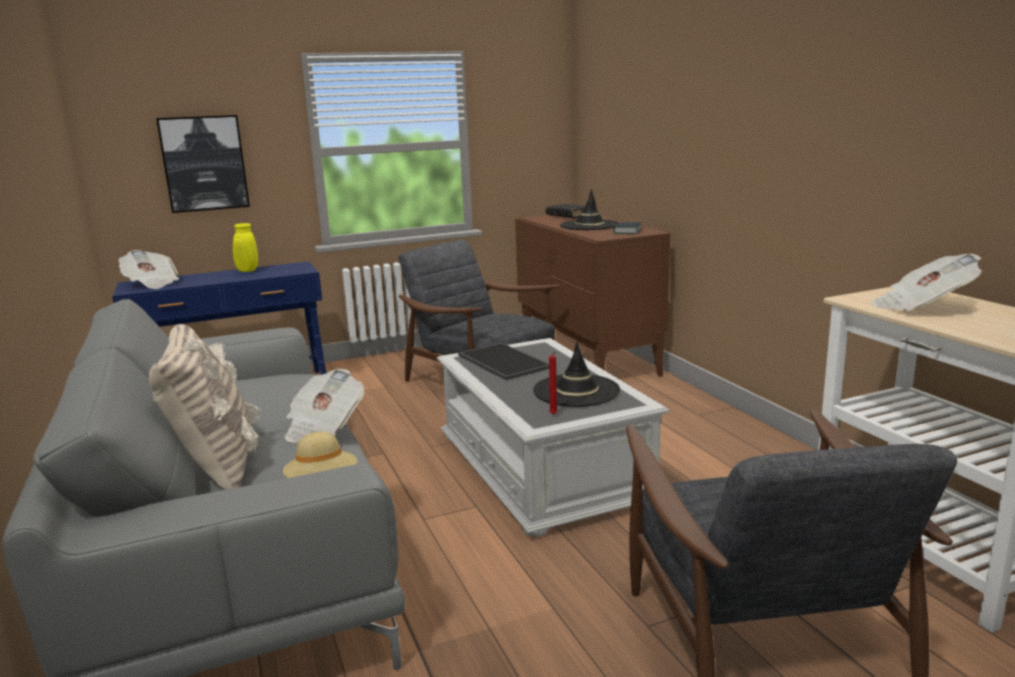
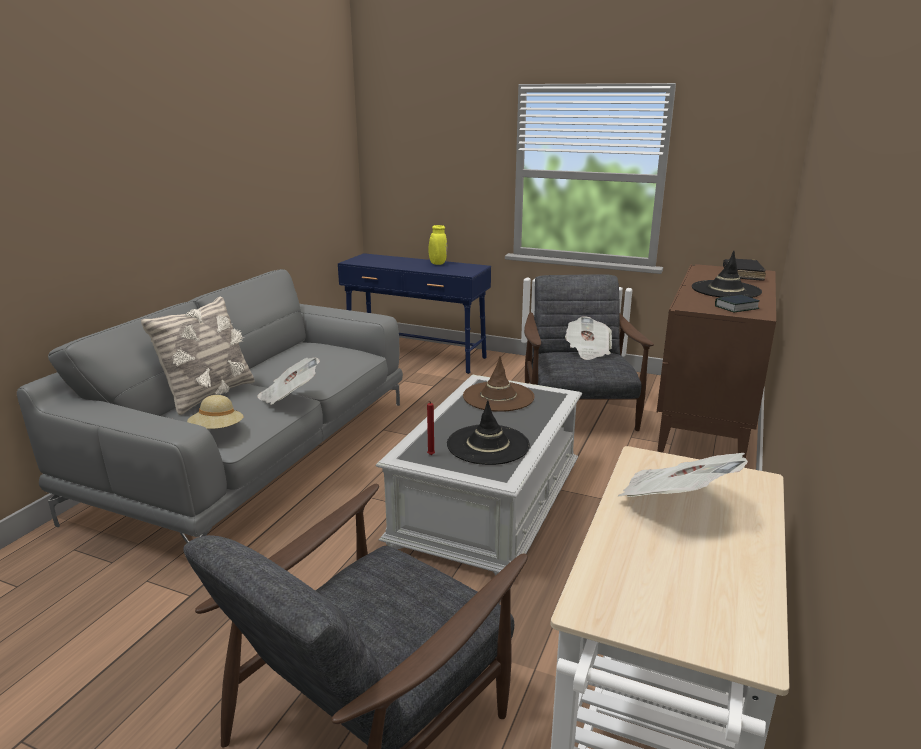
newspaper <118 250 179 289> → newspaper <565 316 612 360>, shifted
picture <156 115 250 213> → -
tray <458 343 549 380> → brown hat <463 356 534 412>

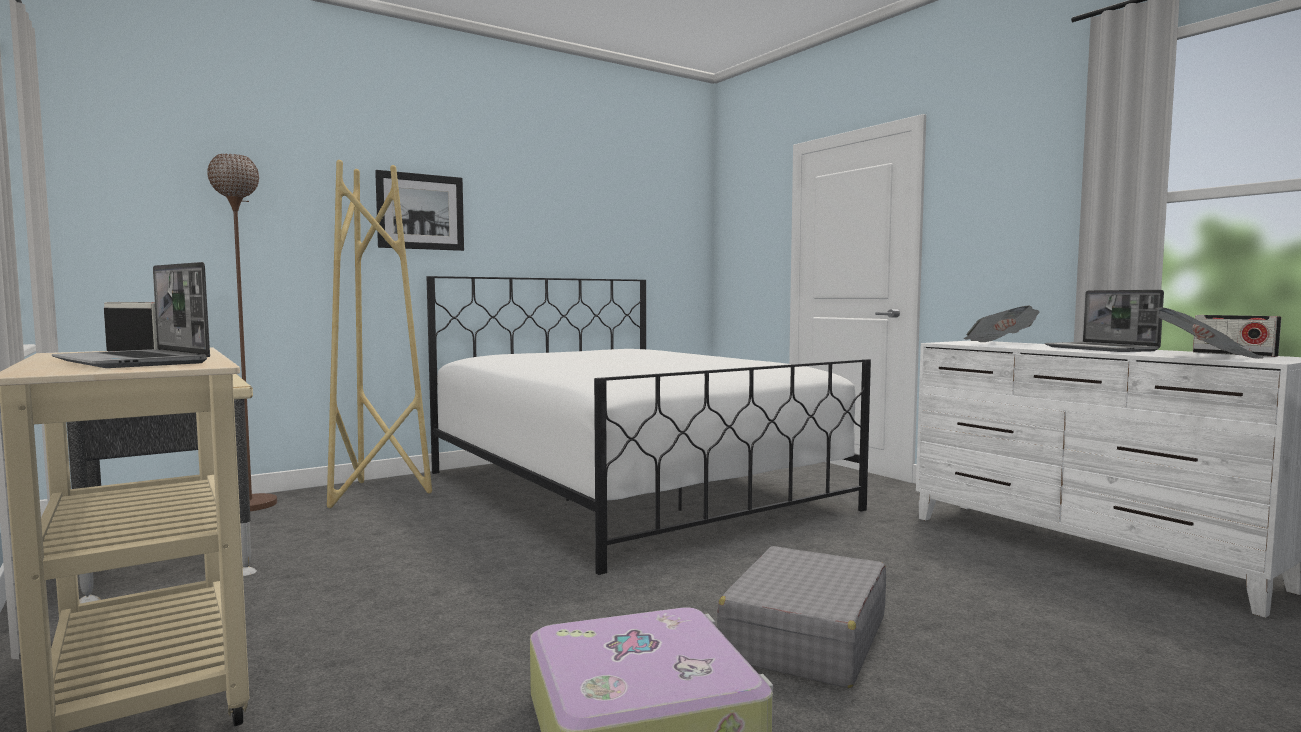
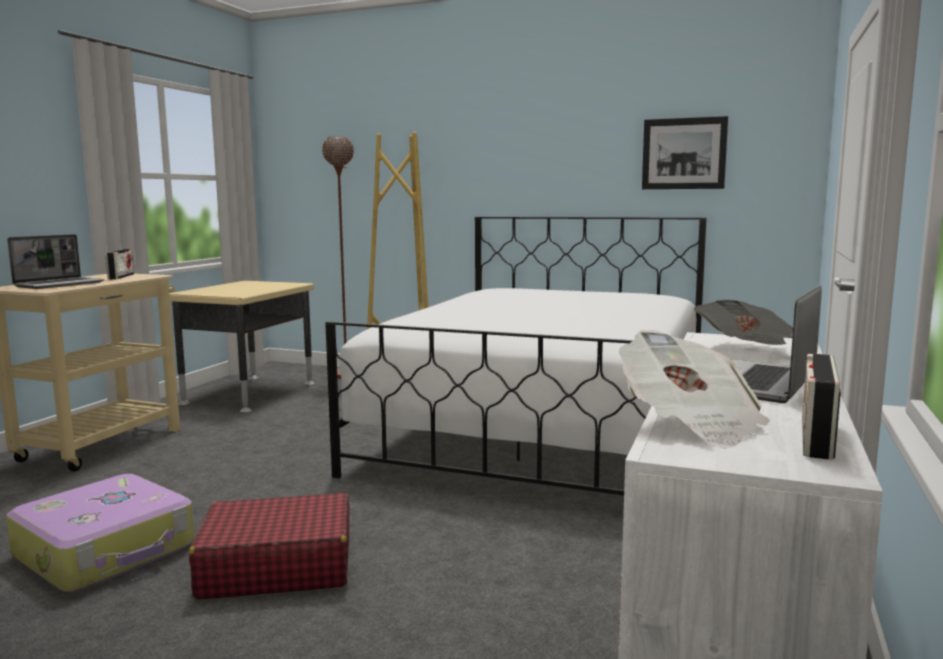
laptop <52 262 210 368> → laptop <7 234 104 289>, 150 degrees counterclockwise
picture <375 170 464 251> → picture <642 116 728 189>, shifted
grey suitcase <717 546 886 688> → red suitcase <189 493 349 599>

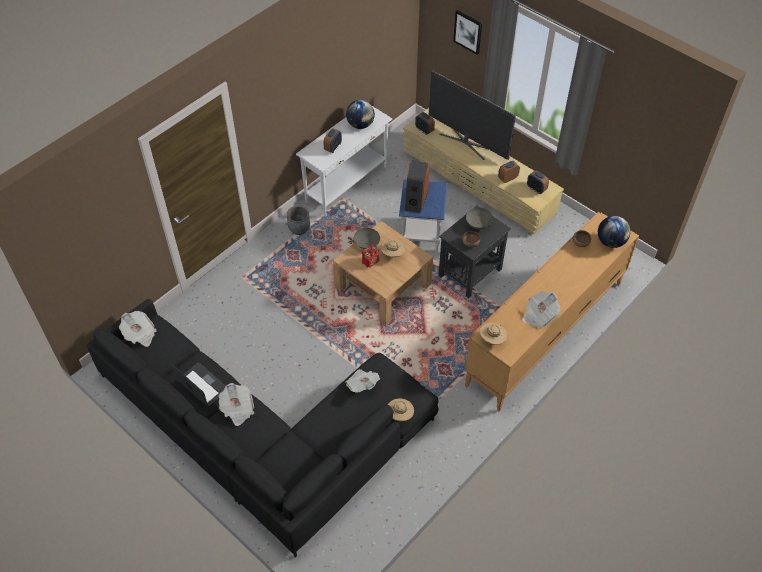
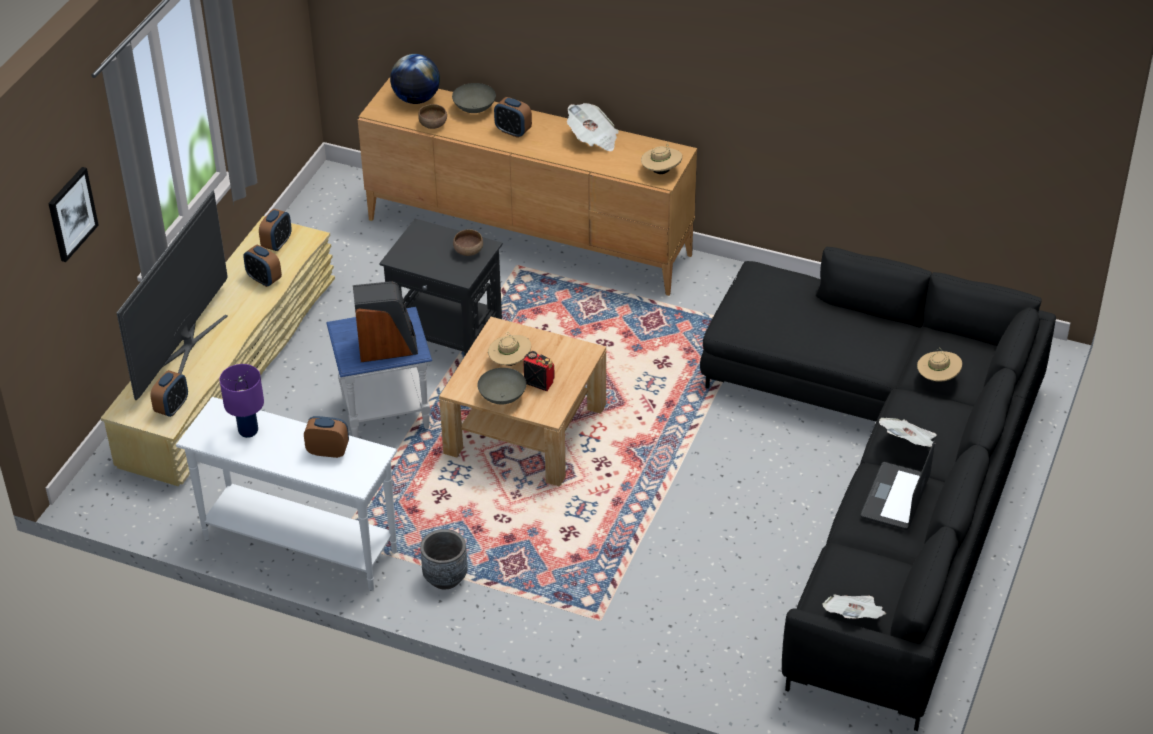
newspaper <345 369 380 393> → -
globe <346 100 375 129> → purple table lamp <219 364 264 438>
beige hat <388 398 414 421> → beige hat <917 347 962 382>, shifted
grey bowl <466 208 493 229> → grey bowl <452 83 496 113>, shifted
- → alarm clock <494 97 532 138>

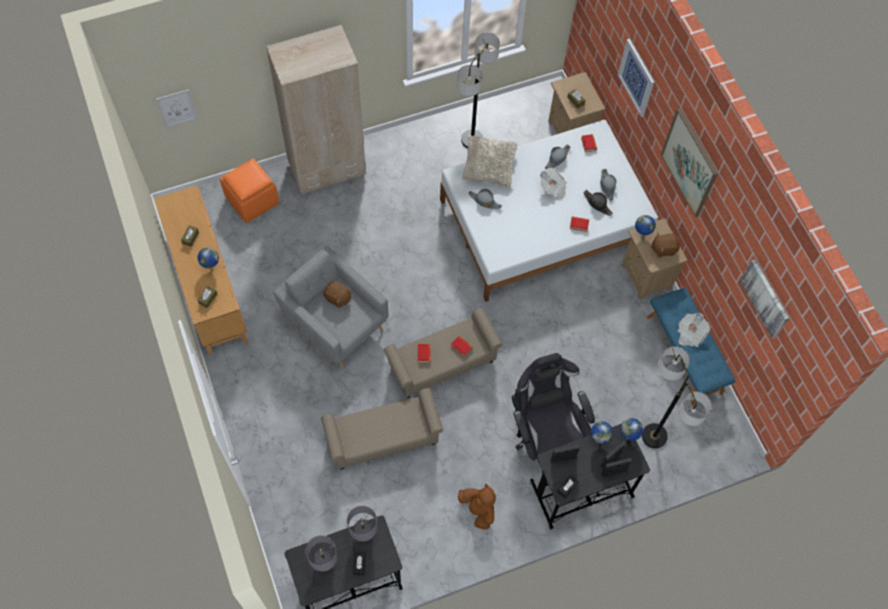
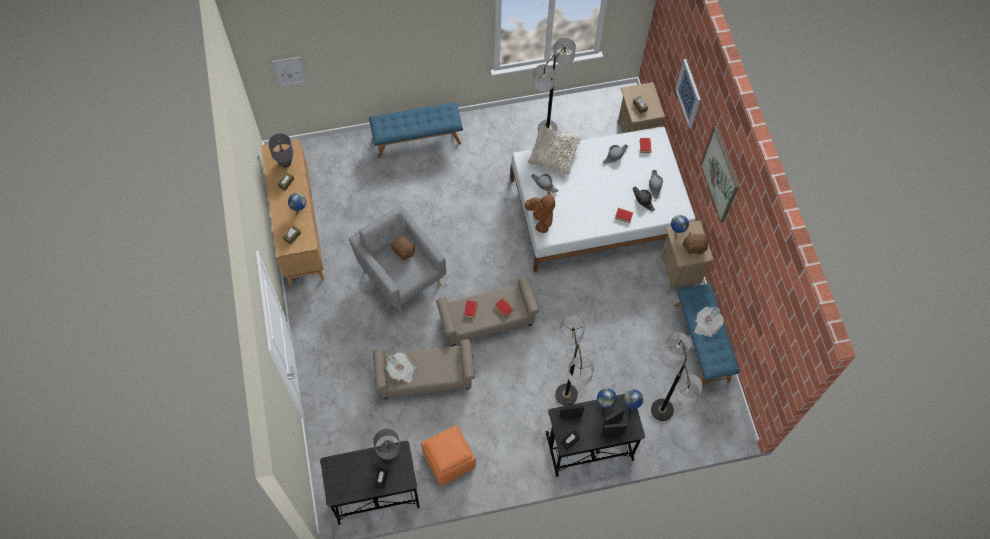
orange ottoman <220 159 279 223> → orange ottoman <421 425 476 486>, shifted
beige wardrobe <266 25 366 195> → blue bench <369 102 463 158>
grey table lamp <306 535 338 572> → grey table lamp <268 133 294 167>, shifted
brown plush toy <458 484 496 530> → brown plush toy <525 191 555 233>, shifted
black office chair <512 353 595 461> → floor lamp <555 316 594 406>
newspaper <540 168 567 198> → newspaper <386 353 415 383>, shifted
picture <740 260 789 338> → -

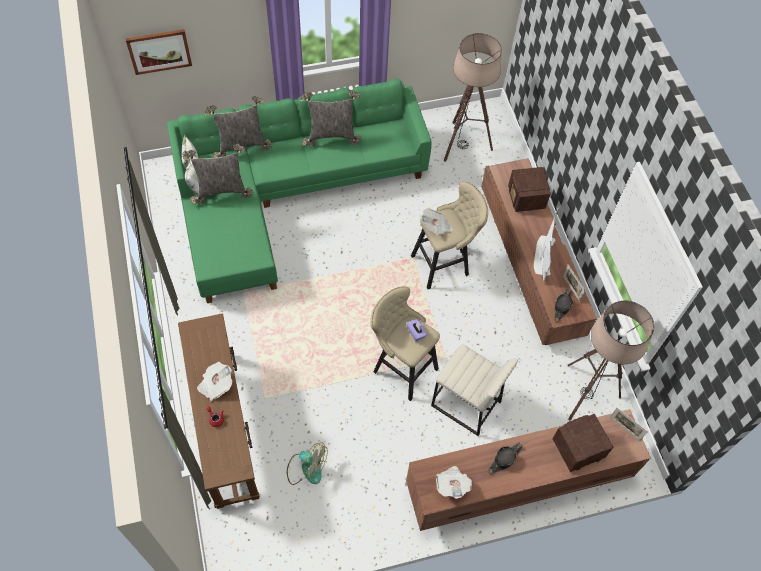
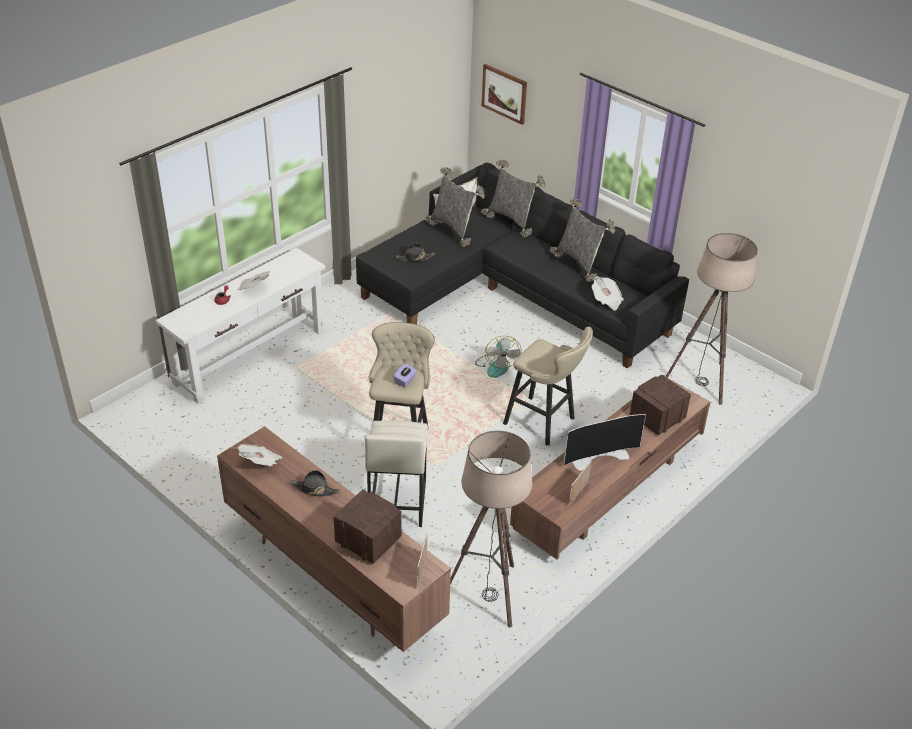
green sofa <167 79 432 303> → black sofa <356 162 689 368>
brown console table <178 313 260 509> → white console table <155 248 325 404>
fan <287 443 328 485> → fan <475 336 521 378>, shifted
newspaper <421 208 453 235> → newspaper <591 276 624 310>, shifted
black hat <555 289 573 322> → black hat <396 243 435 261>, shifted

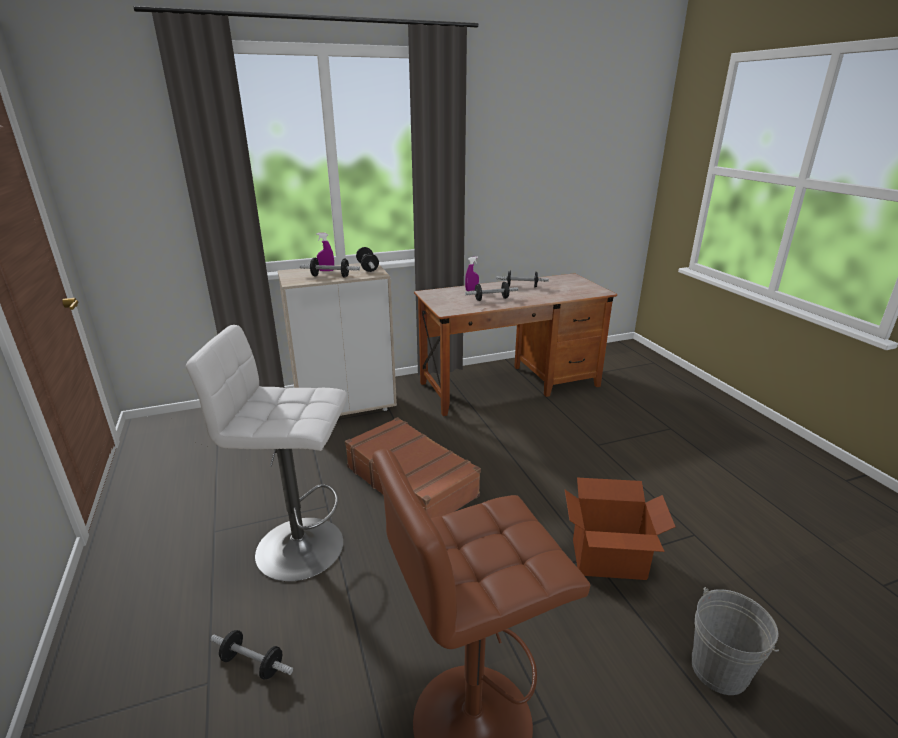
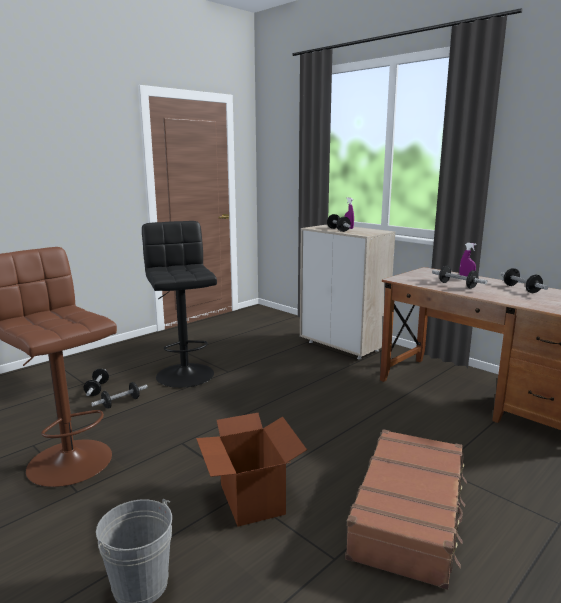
white stool <186 325 347 581> → black stool <142 221 217 388>
brown suitcase <345 417 481 518> → brown suitcase <345 429 467 590>, shifted
dumbbell <356 247 379 272> → dumbbell <91 382 148 409>, shifted

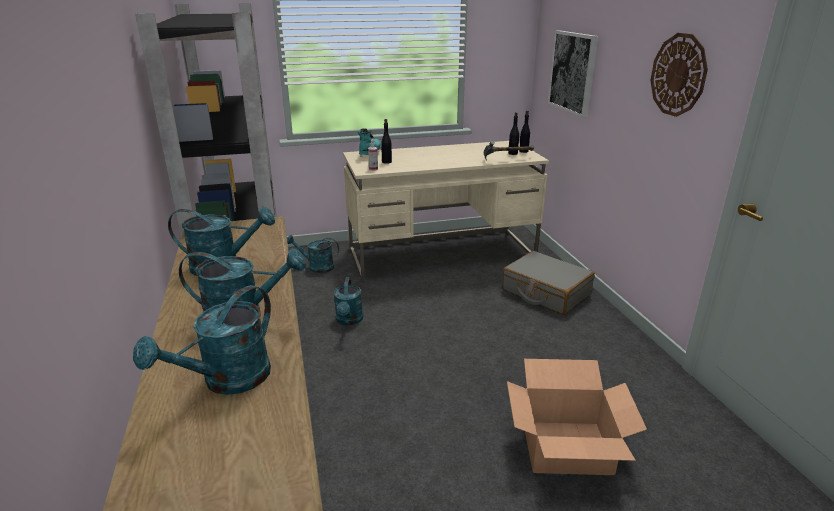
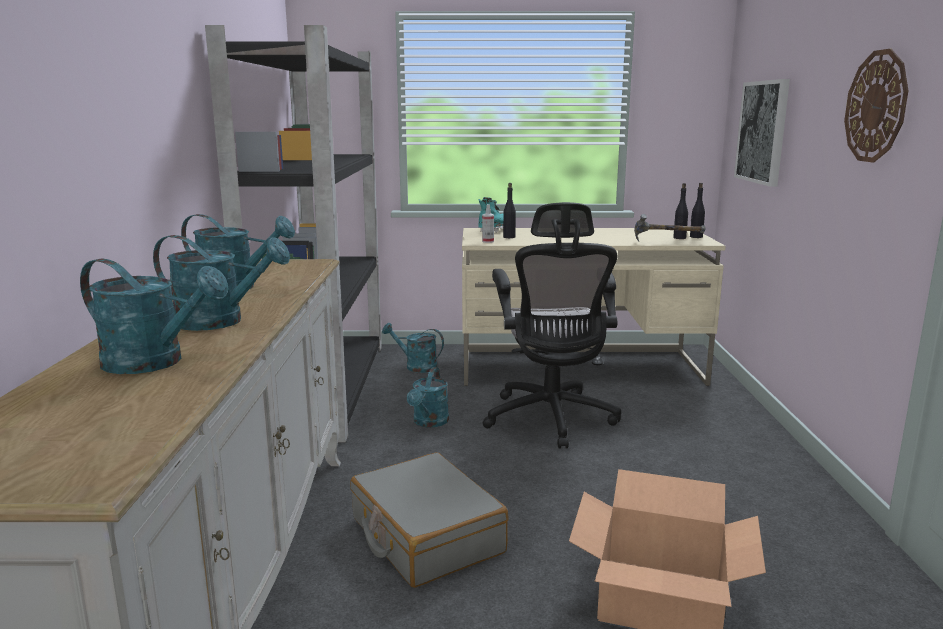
turquoise watering can <133 285 271 395> → turquoise watering can <80 258 229 374>, 120 degrees counterclockwise
grey suitcase <502 251 595 315> → grey suitcase <350 452 509 588>, shifted
- → office chair <482 202 621 449>

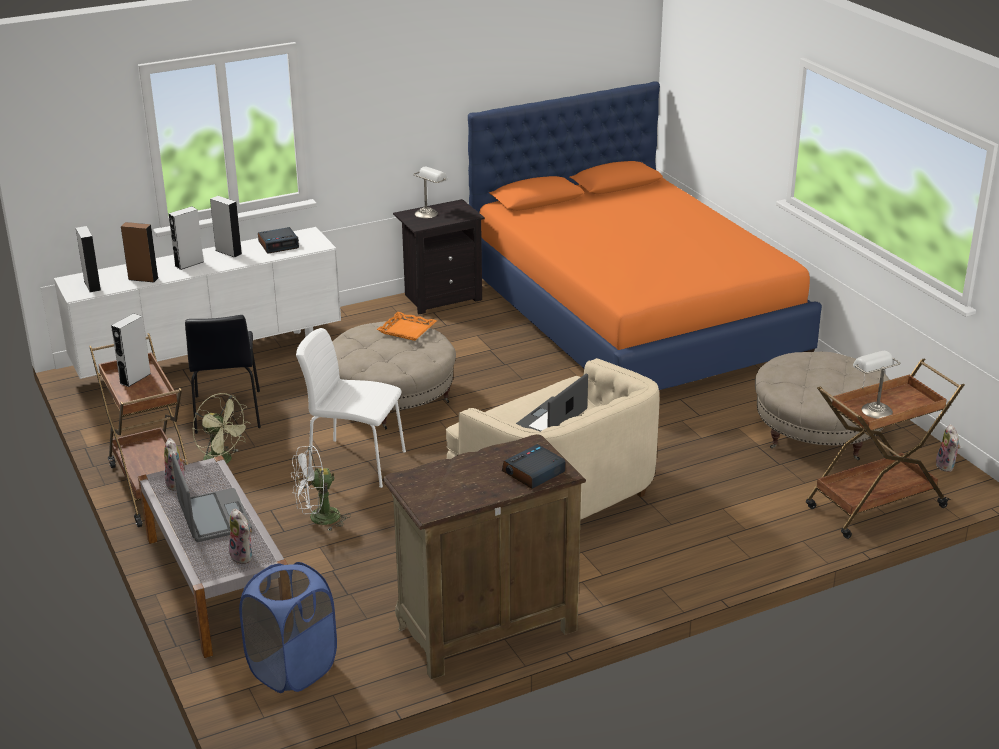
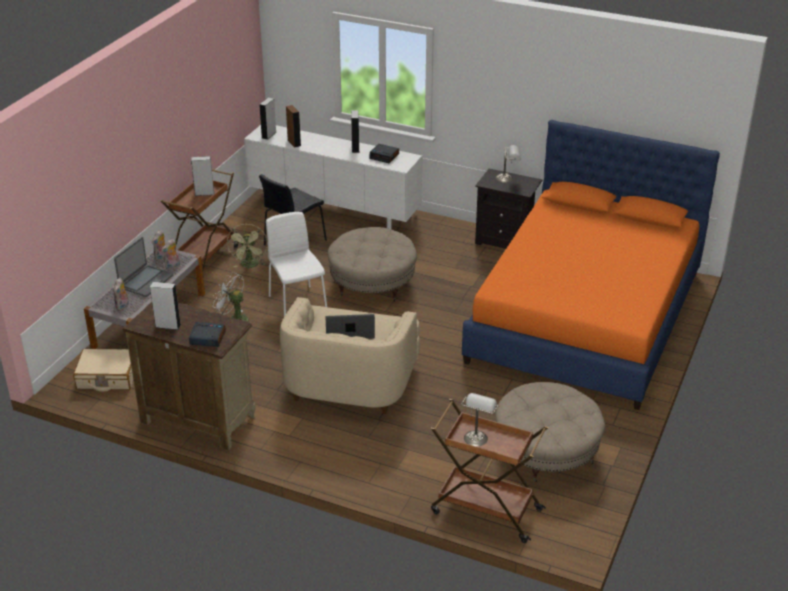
grey speaker <168 206 204 270> → grey speaker <150 282 181 330>, shifted
blue laundry basket <239 562 337 693> → beige suitcase <73 349 133 392>
orange tray <377 312 437 341> → -
plush toy <936 424 960 472> → plush toy <161 239 180 270>, shifted

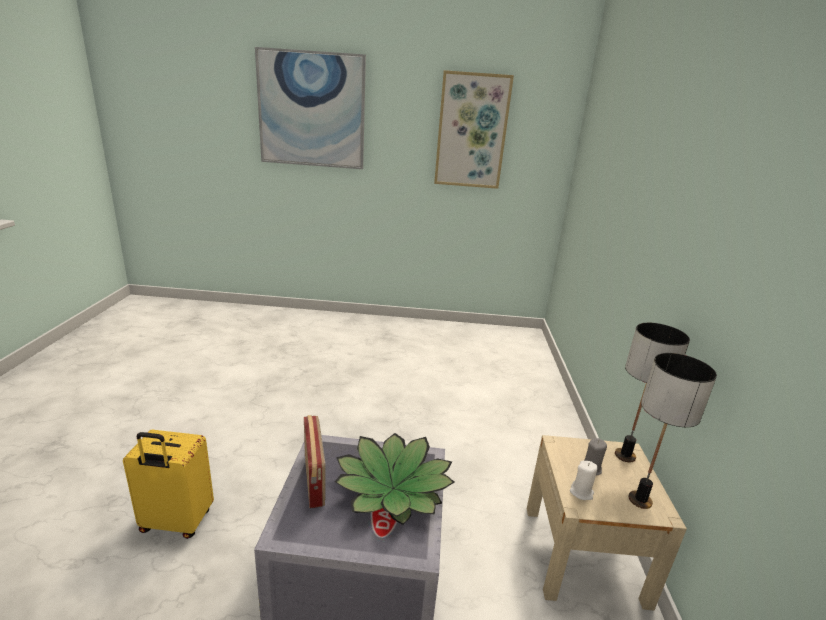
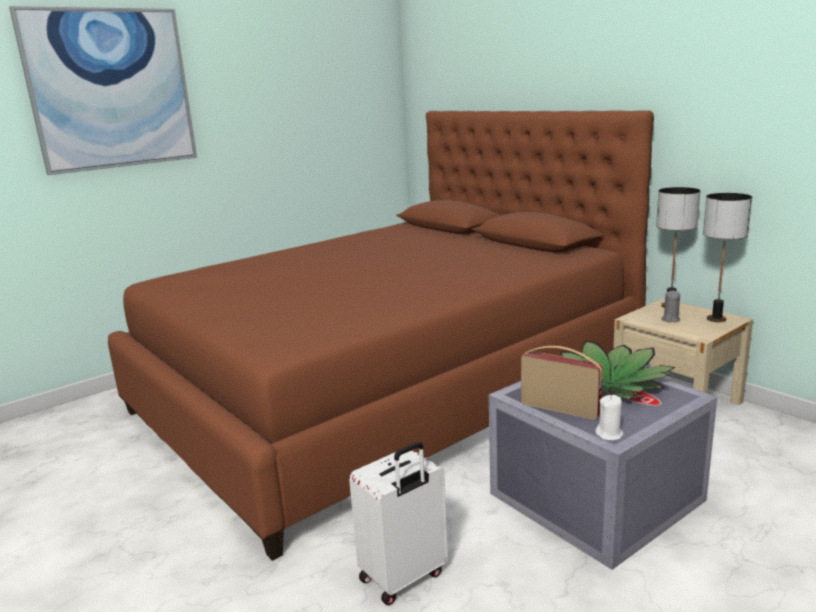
yellow suitcase <123 430 214 539> → white suitcase <349 442 448 605>
picture <434 70 514 189> → -
white candle <570 461 597 500> → white candle <595 395 624 440>, shifted
- → brown bed <108 110 654 561>

